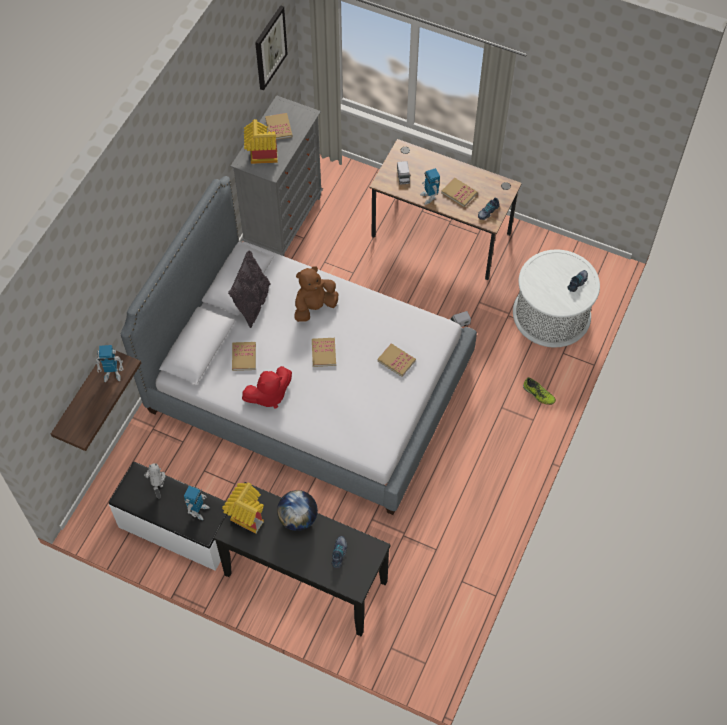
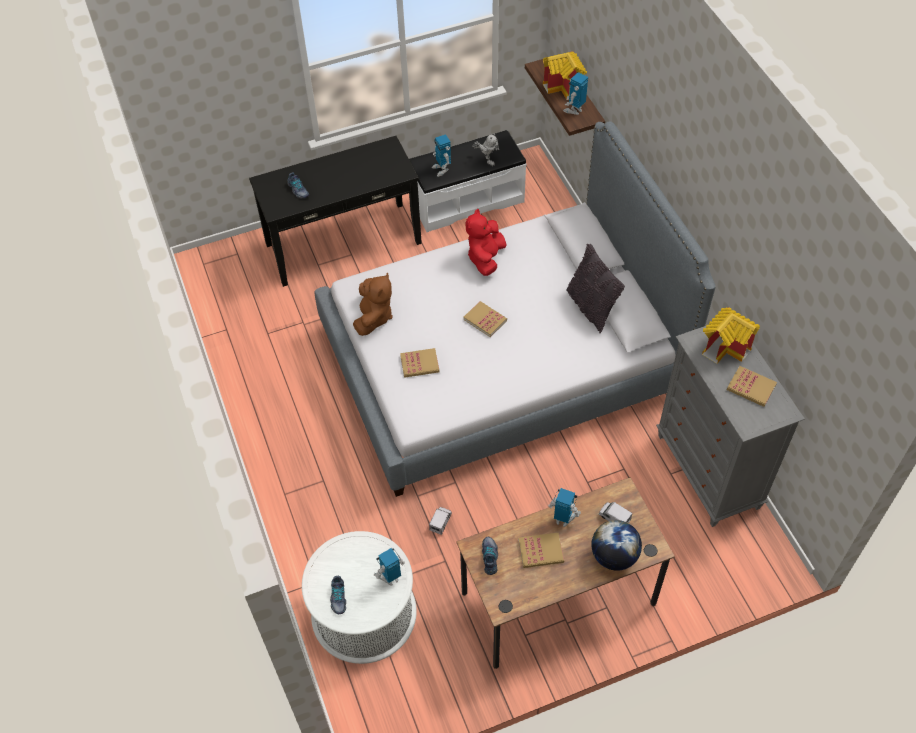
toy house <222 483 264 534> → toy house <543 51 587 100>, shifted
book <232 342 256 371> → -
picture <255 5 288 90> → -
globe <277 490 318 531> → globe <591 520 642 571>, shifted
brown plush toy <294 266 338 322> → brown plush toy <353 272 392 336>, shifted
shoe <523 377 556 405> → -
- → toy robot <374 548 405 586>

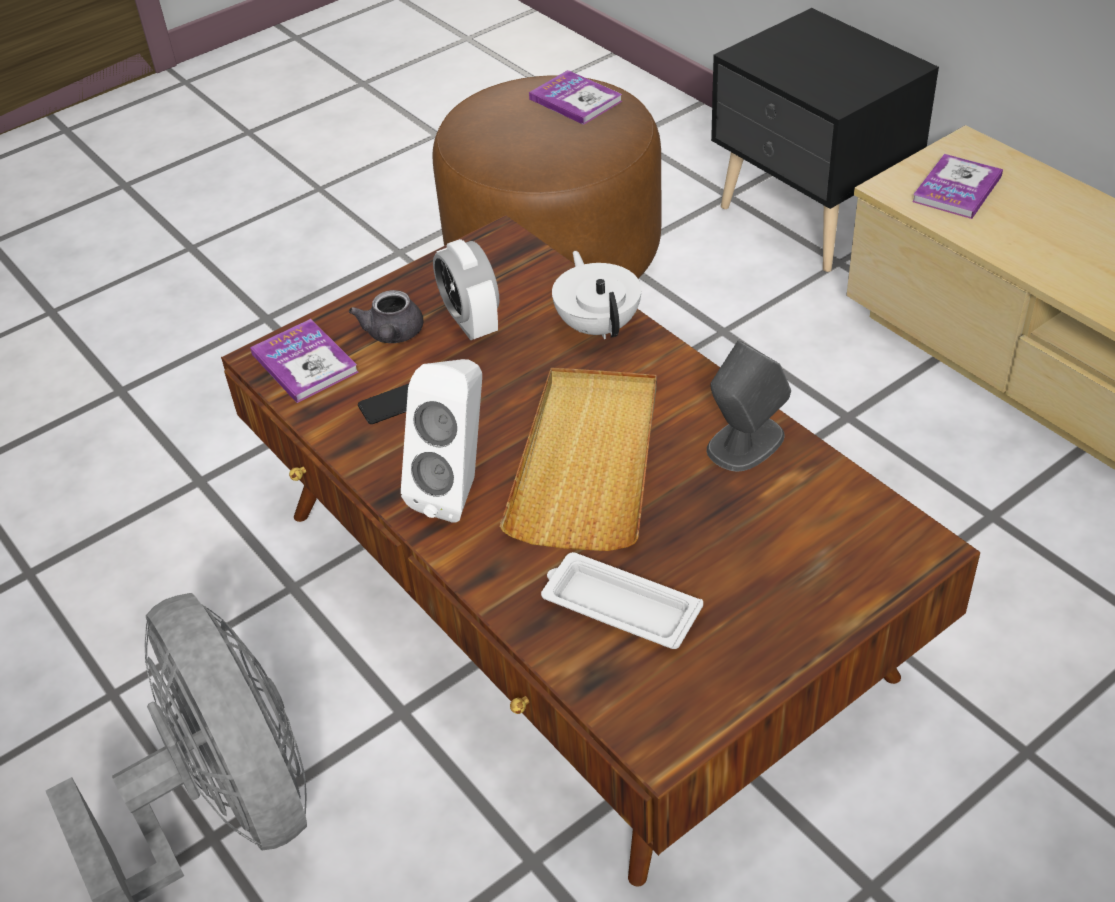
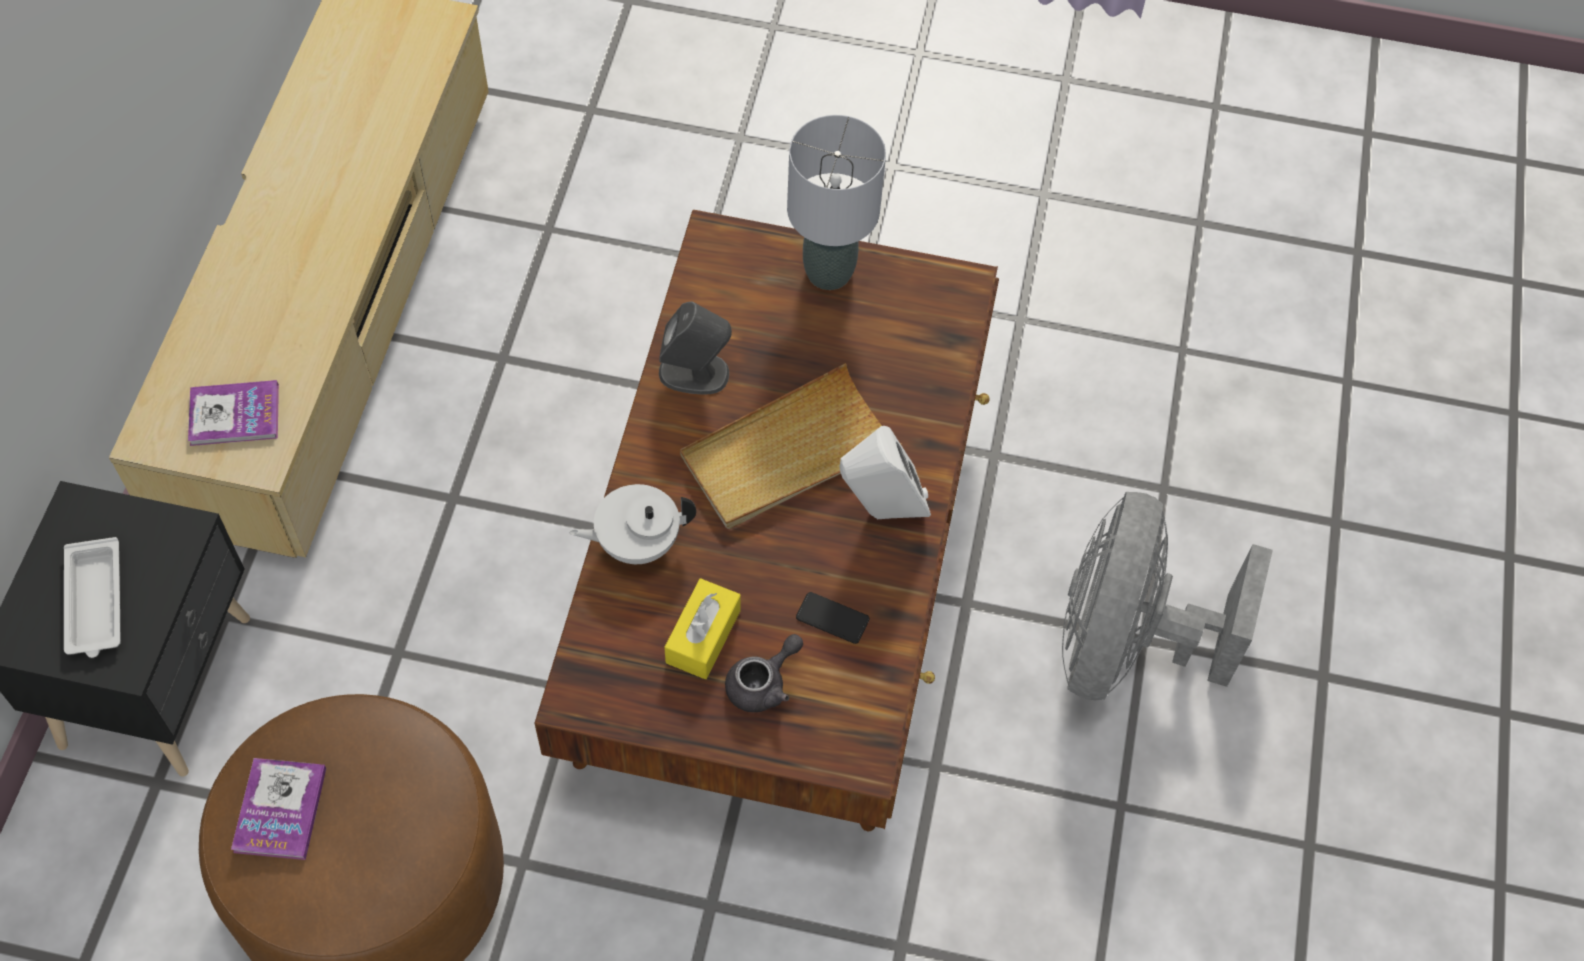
book <250 319 359 403> → -
alarm clock <433 239 499 340> → yellow tissue box <664 578 741 679>
white tray <541 552 703 649> → white tray <64 537 121 658>, shifted
white teapot <552 251 641 339> → white teapot <570 484 696 564>, 45 degrees clockwise
- → grey table lamp <787 115 886 290>

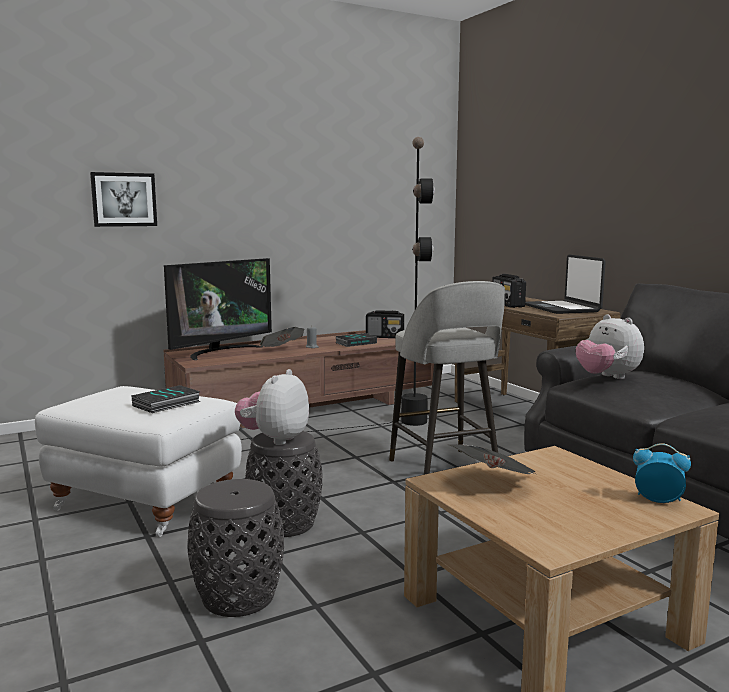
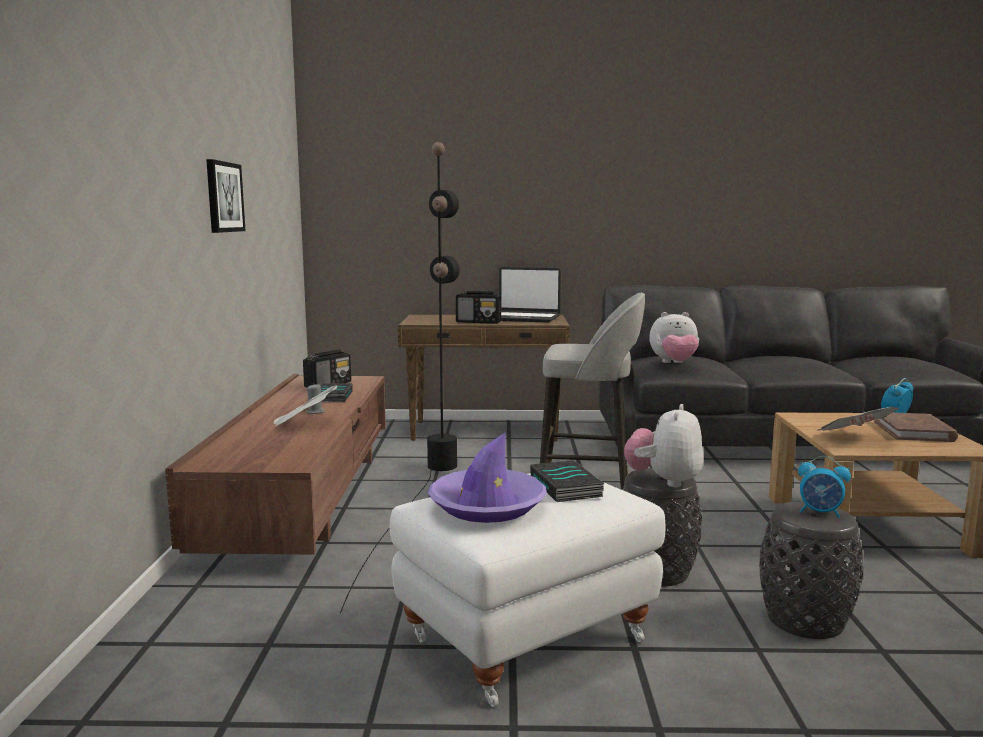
picture <90 172 157 227> → picture <206 159 246 233>, shifted
television <164 258 272 360> → -
plush toy <235 369 309 445> → plush toy <624 404 704 487>, 60 degrees clockwise
- → purple hat <428 432 547 523>
- → alarm clock <798 456 851 518>
- → brown book <874 412 958 442>

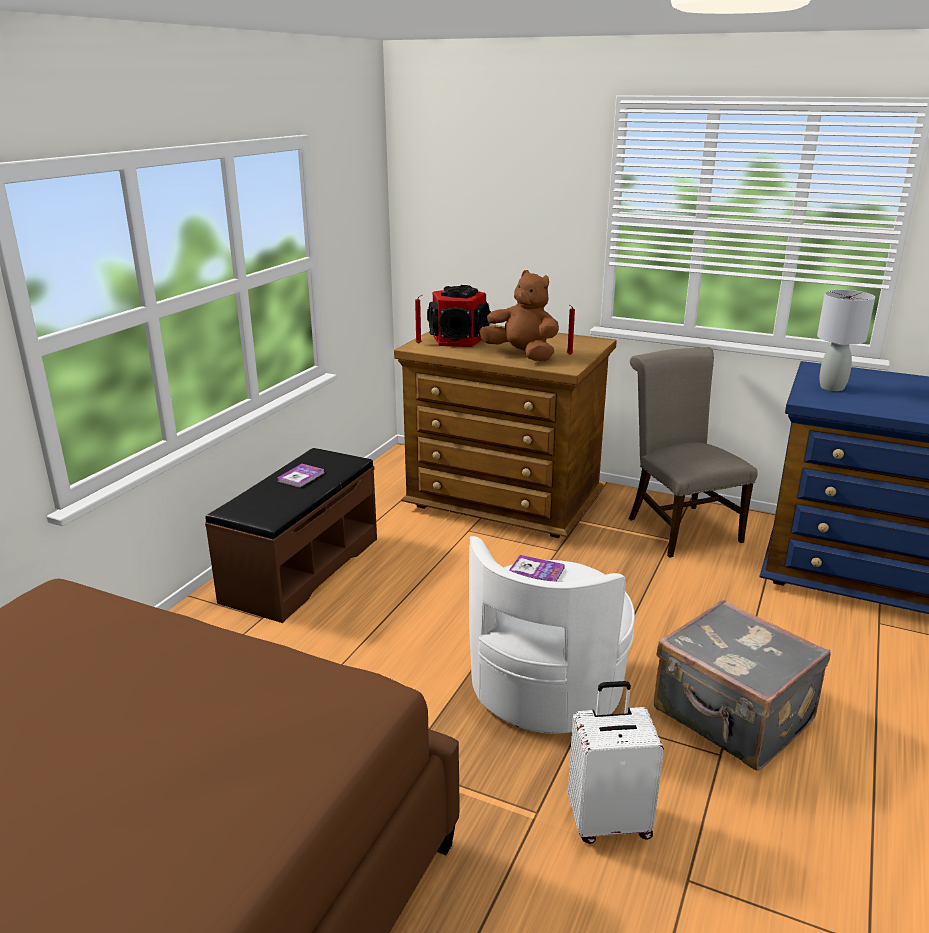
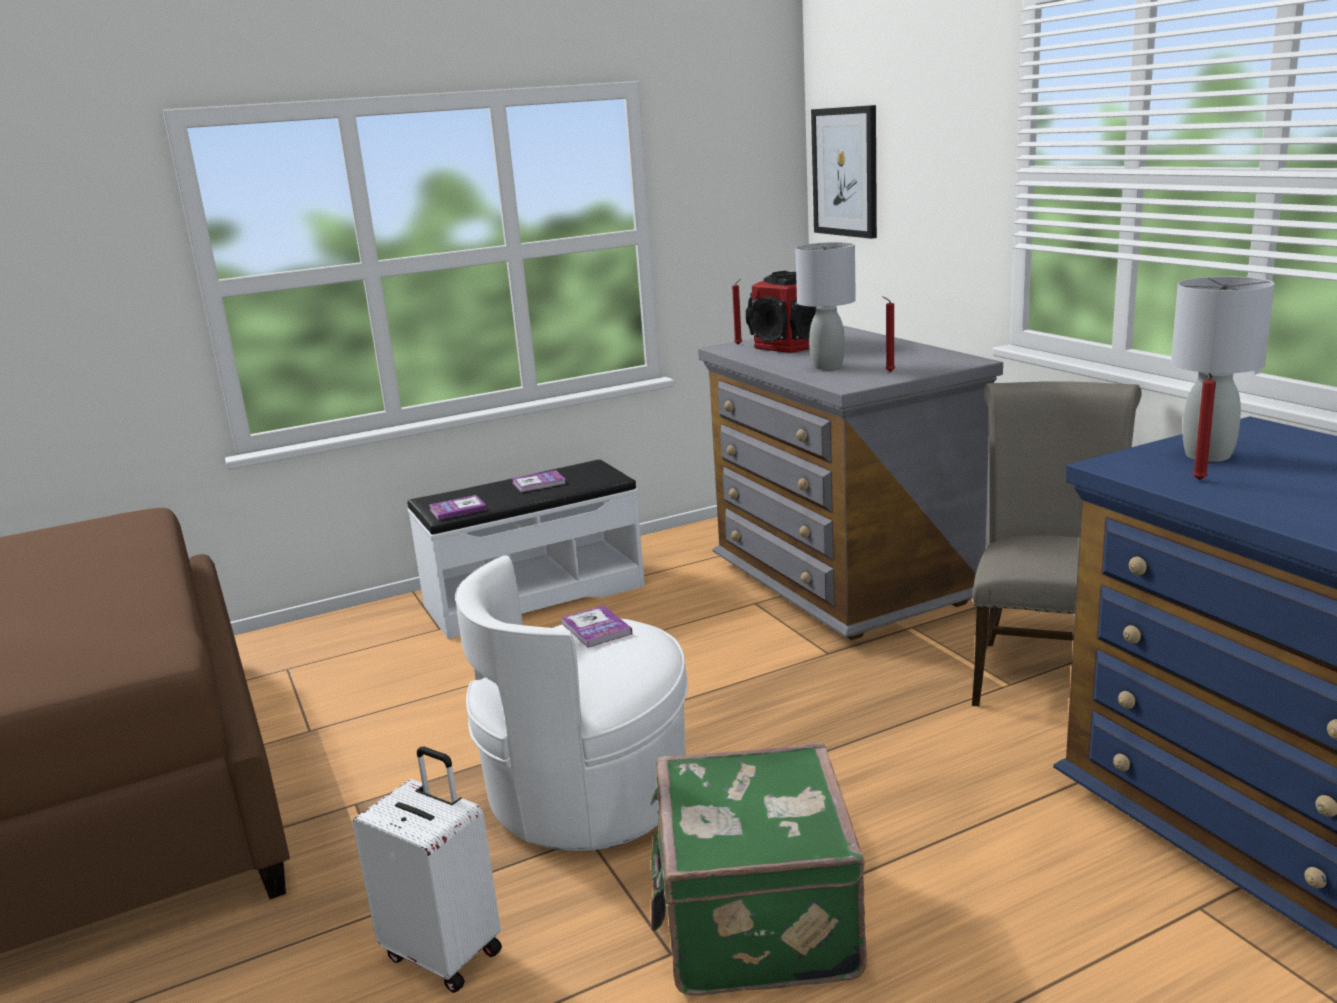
brown bench <205 448 377 623> → white bench <407 459 645 639>
brown dresser <394 324 617 538> → grey dresser <698 326 1003 640>
brown plush toy <479 270 559 361> → grey table lamp <795 242 856 370>
grey suitcase <654 599 831 771> → green suitcase <650 743 867 995>
- → book <429 495 487 520>
- → picture <811 105 877 239>
- → red candle <1192 373 1216 480>

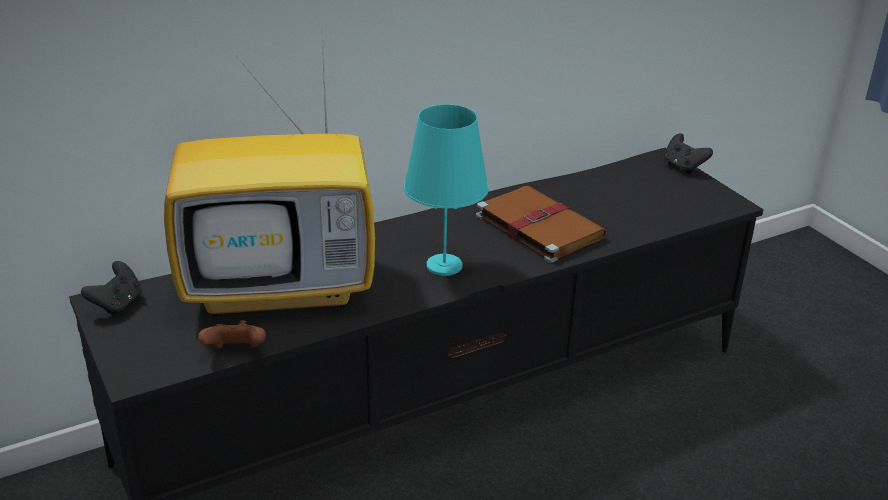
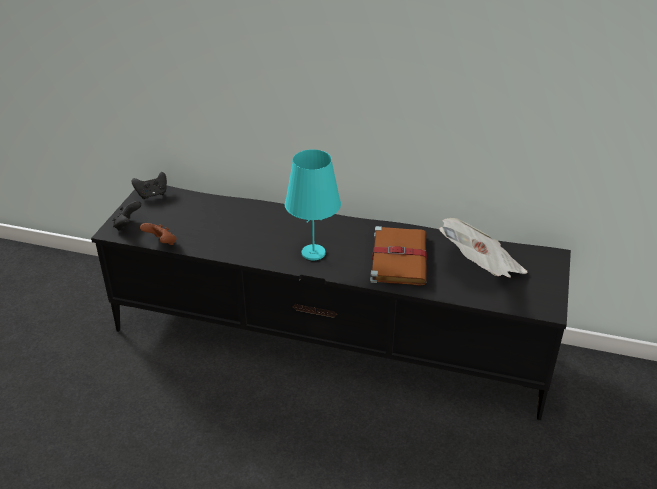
television <164 37 375 317> → -
black game controller <664 134 713 174> → black game controller <112 201 141 231>, shifted
- → newspaper <439 218 527 277>

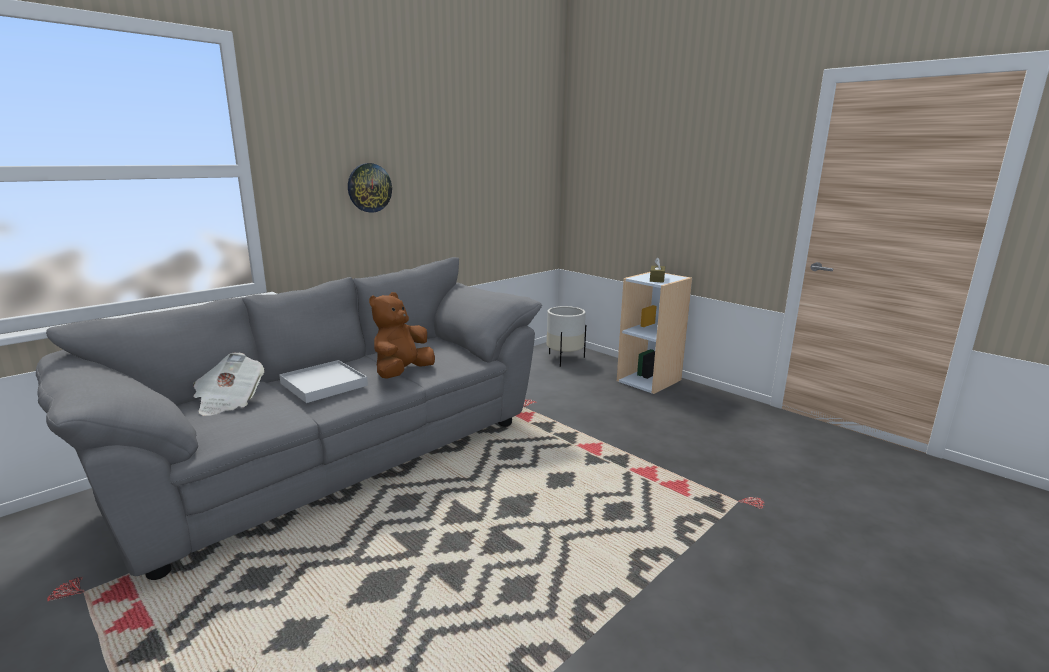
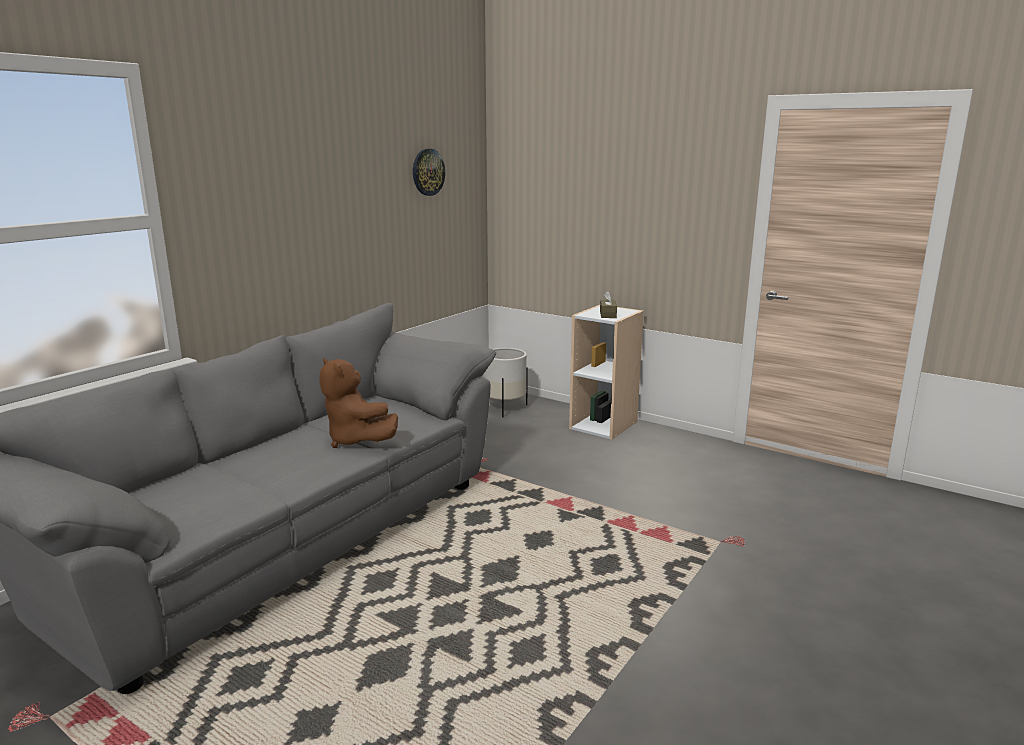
newspaper <193 353 264 416> → -
white tray <279 360 368 403> → -
wall clock <348 163 392 213> → wall clock <413 149 445 196>, shifted
brown plush toy <369 292 435 379> → brown plush toy <320 358 398 448>, 60 degrees counterclockwise

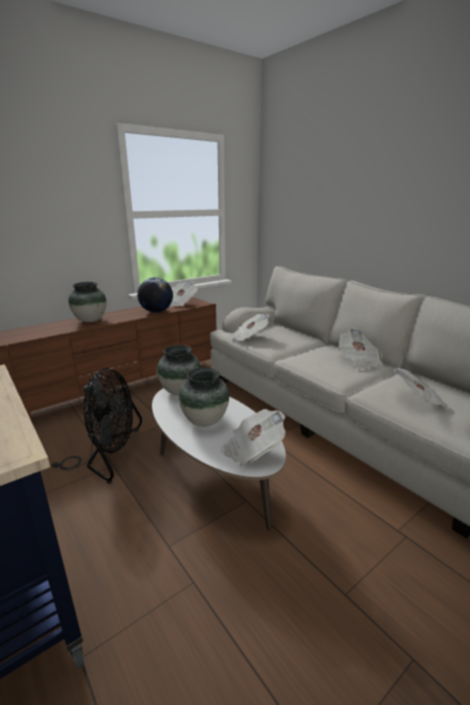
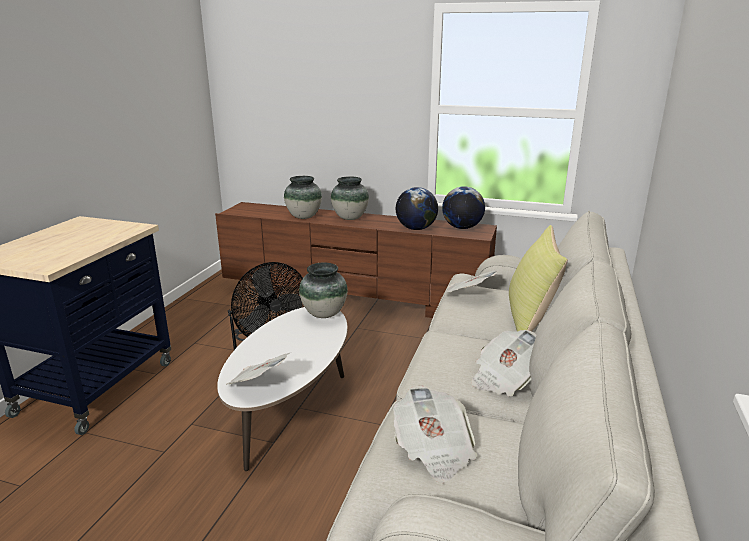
newspaper <169 281 198 307> → globe <442 186 485 229>
vase <179 368 229 426> → vase <284 176 322 219>, shifted
- → yellow pillow <509 225 568 332>

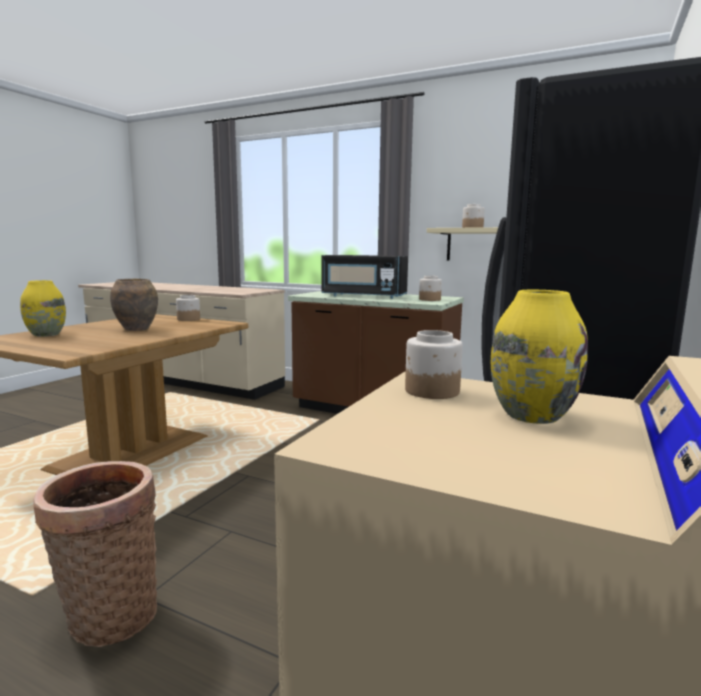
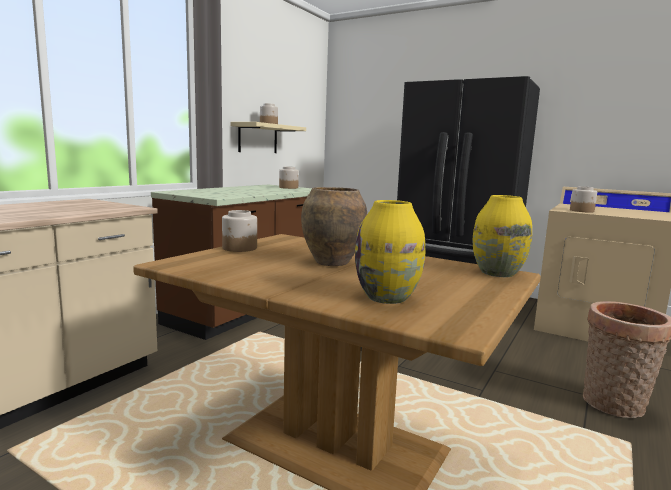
black microwave <321 255 408 299> → -
yellow vase <491 290 588 424> → yellow vase <473 195 532 277>, shifted

